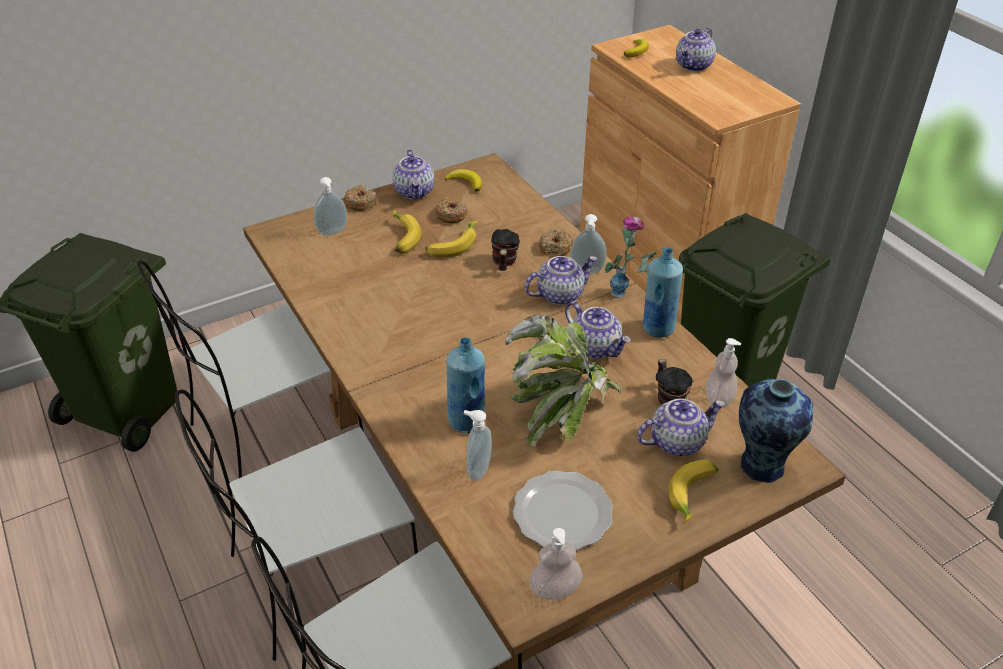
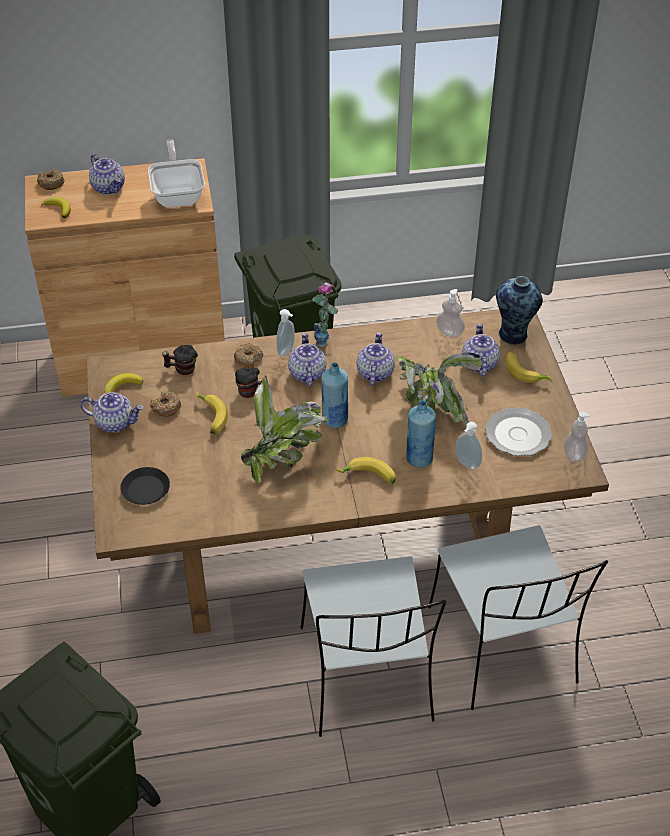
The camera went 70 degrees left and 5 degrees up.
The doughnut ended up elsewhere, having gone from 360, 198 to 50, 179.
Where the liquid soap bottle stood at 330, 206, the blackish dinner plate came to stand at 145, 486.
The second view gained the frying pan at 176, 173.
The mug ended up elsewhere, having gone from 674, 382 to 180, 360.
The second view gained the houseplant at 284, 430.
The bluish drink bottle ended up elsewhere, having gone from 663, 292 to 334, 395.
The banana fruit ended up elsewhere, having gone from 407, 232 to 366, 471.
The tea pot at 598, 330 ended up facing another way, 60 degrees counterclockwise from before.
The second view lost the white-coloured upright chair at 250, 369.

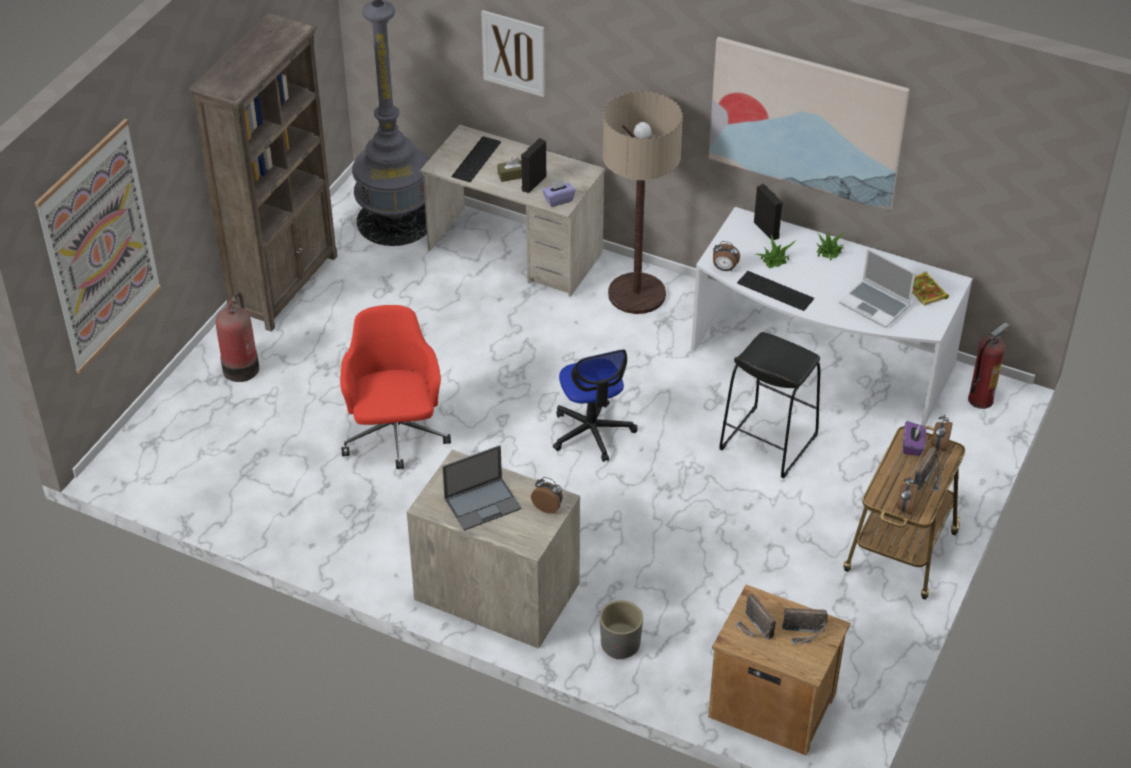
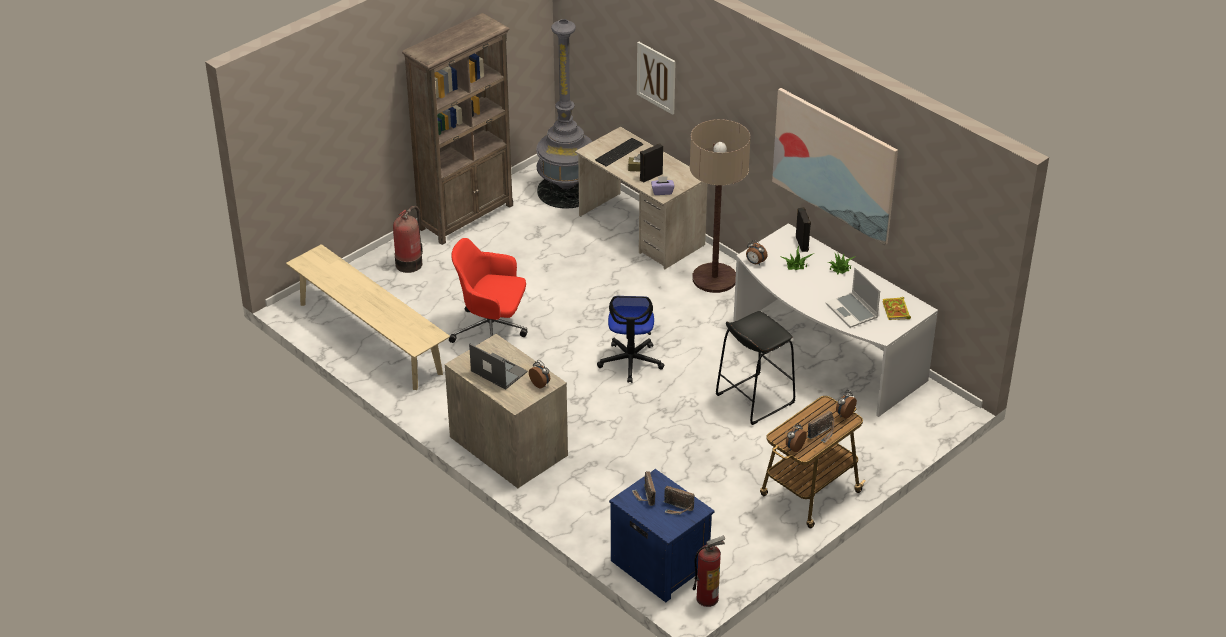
The camera went 20 degrees right and 5 degrees down.
The second view gained the sand-coloured long seat at 368, 317.
The red office chair at 395, 387 ended up facing another way, 90 degrees counterclockwise from before.
The portable computer at 481, 488 ended up facing another way, 135 degrees counterclockwise from before.
What was the brown night table at 779, 670 turned into the bluish night table at 662, 535.
The fire-fighting cylinder ended up elsewhere, having gone from 988, 365 to 709, 571.
The second view lost the wall art at 98, 246.
The second view lost the greyish planter at 621, 630.
The second view lost the computer keyboard at 775, 291.
The second view lost the purplish tissue holder at 914, 438.

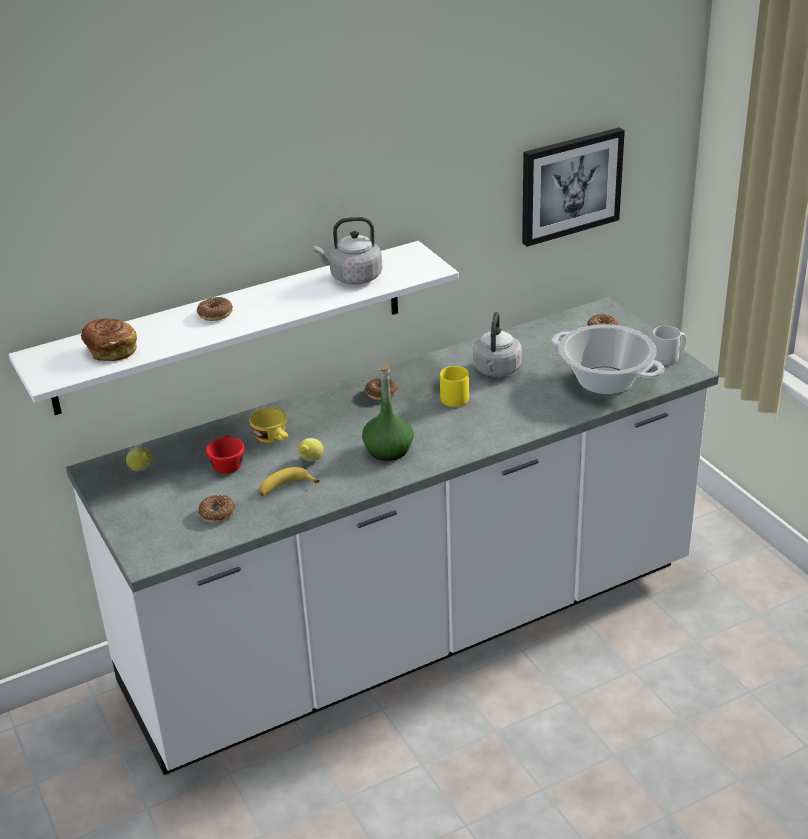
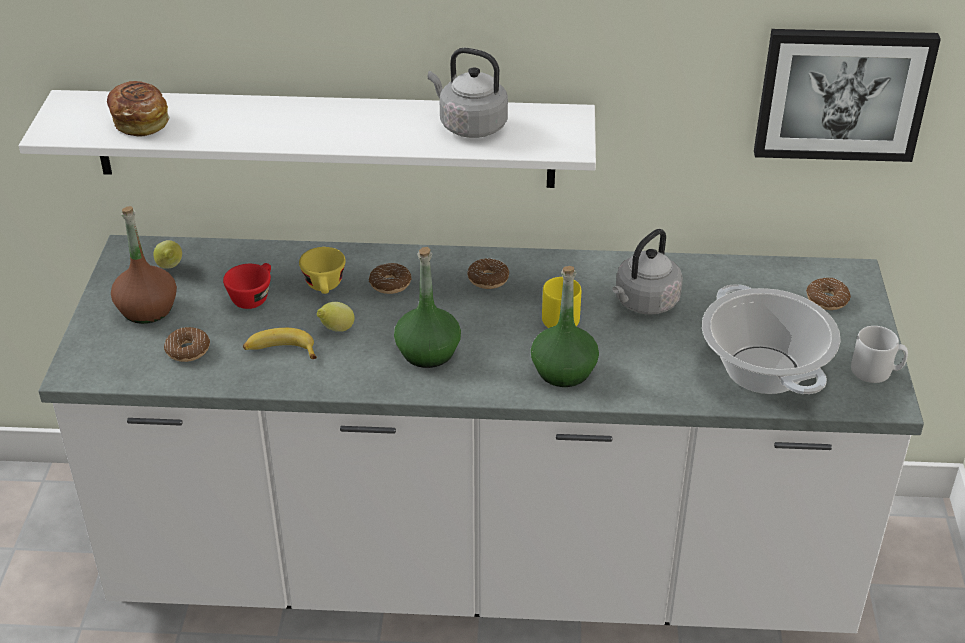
The camera went 30 degrees right and 5 degrees up.
The second view gained the brown drink bottle at 144, 265.
The doughnut ended up elsewhere, having gone from 215, 309 to 390, 278.
The second view gained the greenish drink bottle at 565, 326.

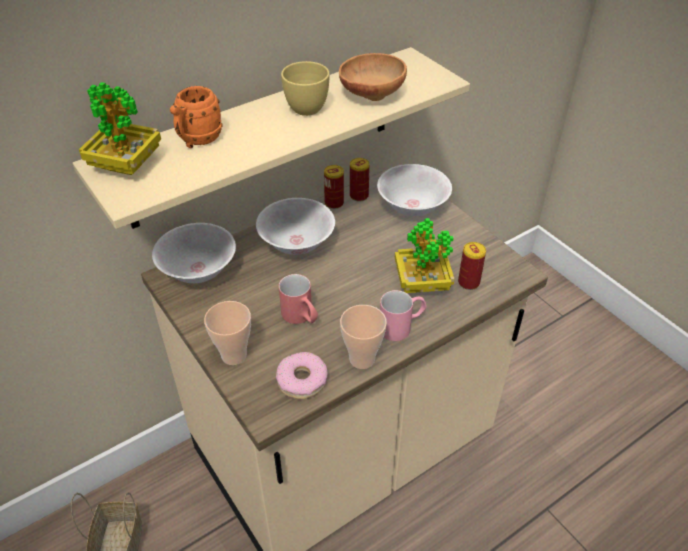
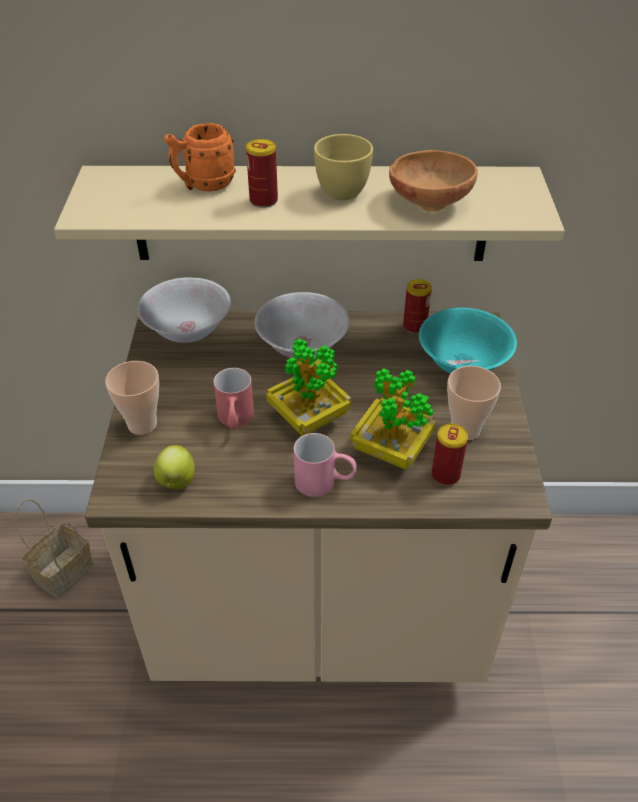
The camera went 35 degrees right and 0 degrees up.
Where the doughnut stood at 302, 375, the whole apple came to stand at 174, 467.
The can ended up elsewhere, having gone from 334, 187 to 262, 173.
The houseplant ended up elsewhere, having gone from 120, 128 to 308, 387.
What was the white-coloured serving bowl at 414, 190 turned into the turquoise-coloured serving bowl at 468, 341.
The cup ended up elsewhere, having gone from 363, 337 to 474, 403.

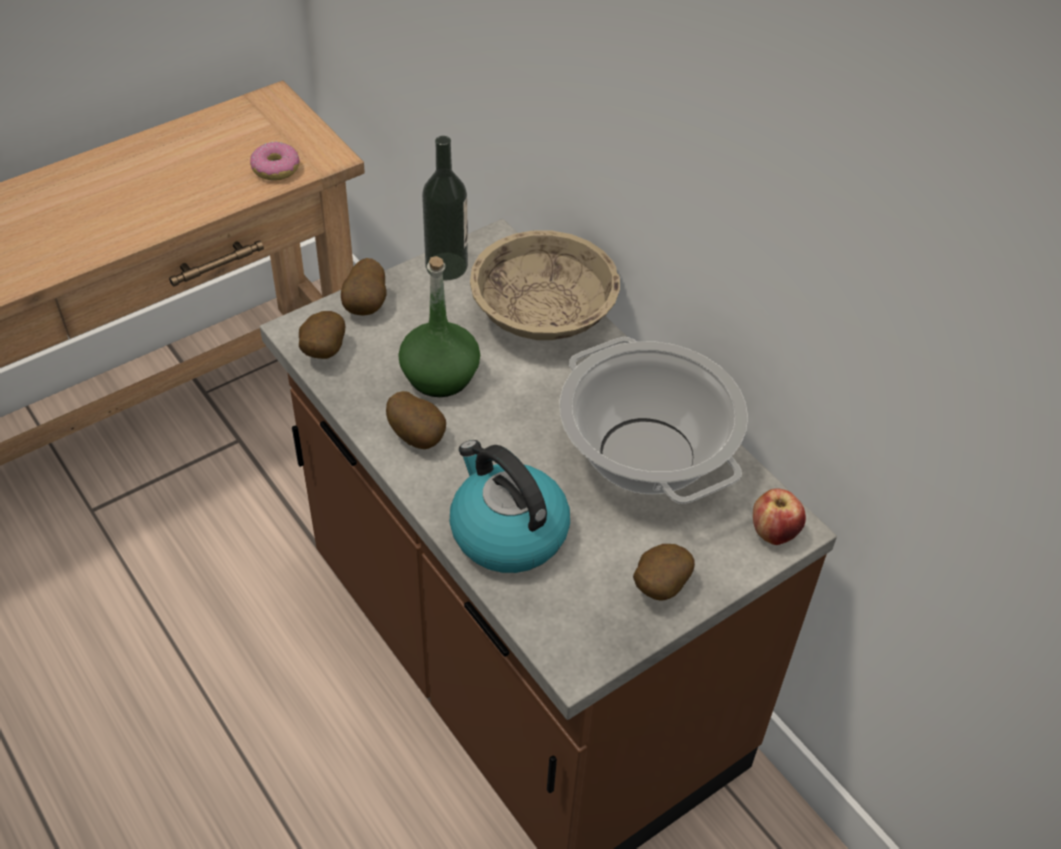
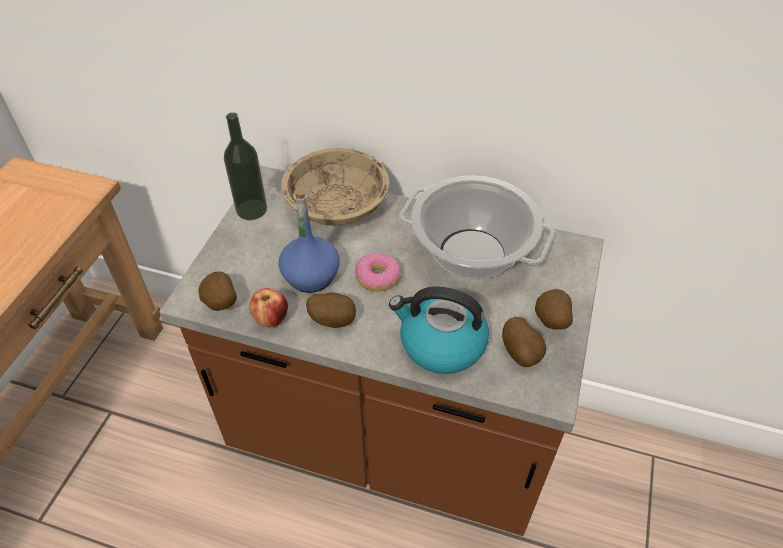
The camera went 35 degrees left and 0 degrees up.
The whole apple ended up elsewhere, having gone from 779, 517 to 268, 307.
What was the greenish drink bottle at 439, 326 turned into the bluish drink bottle at 309, 240.
The doughnut ended up elsewhere, having gone from 275, 161 to 378, 272.
The whole potato ended up elsewhere, having gone from 363, 287 to 524, 342.

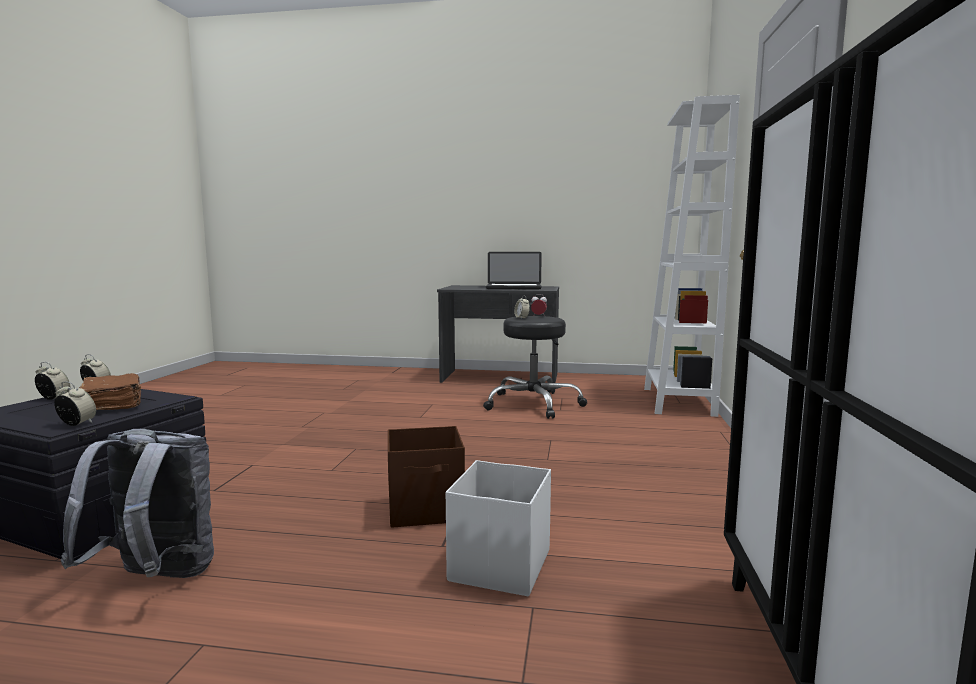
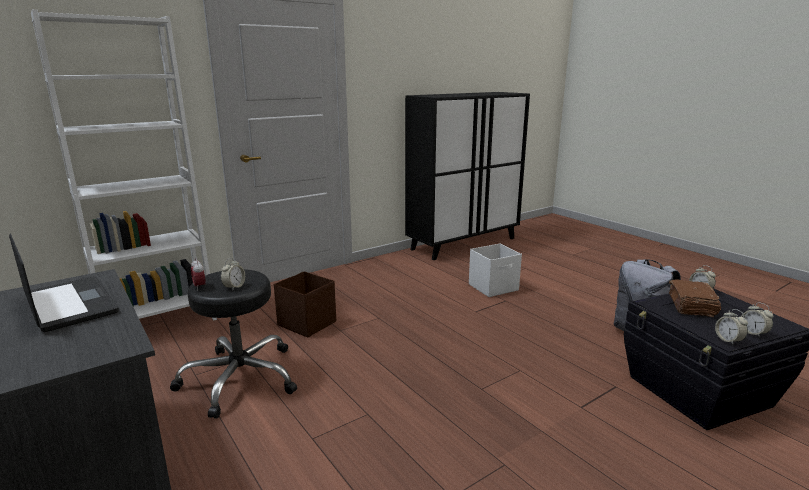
The camera went 135 degrees left and 10 degrees up.
The brown storage box ended up elsewhere, having gone from 426, 477 to 305, 304.

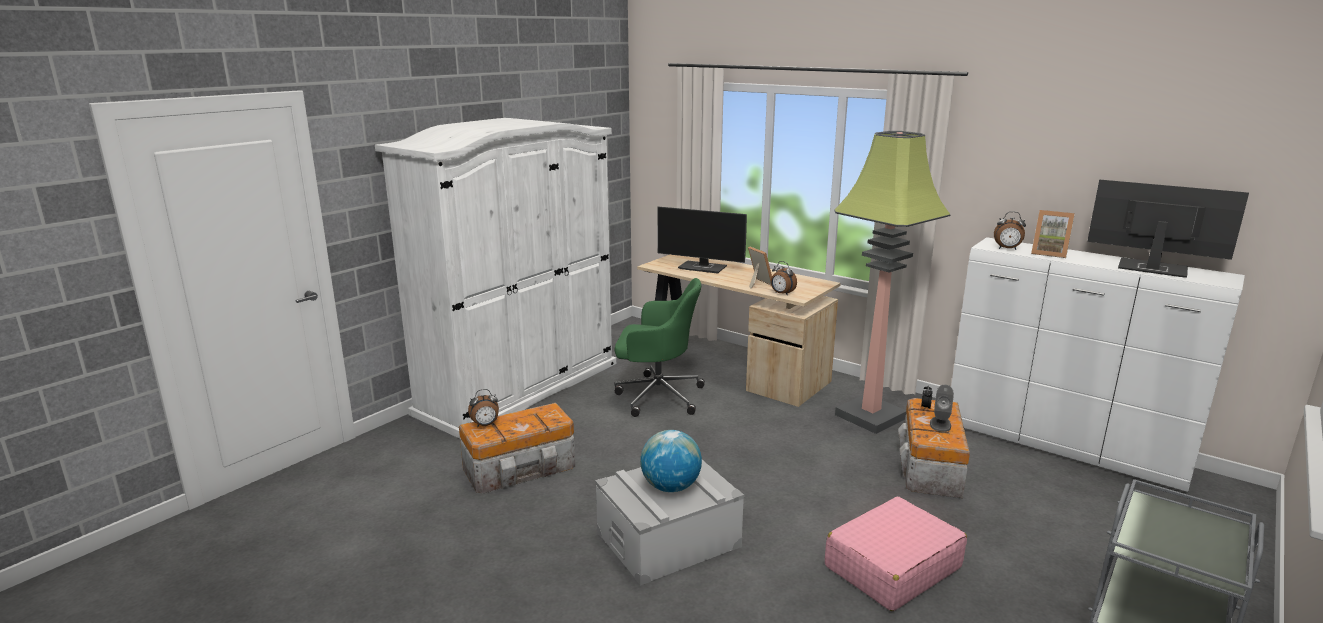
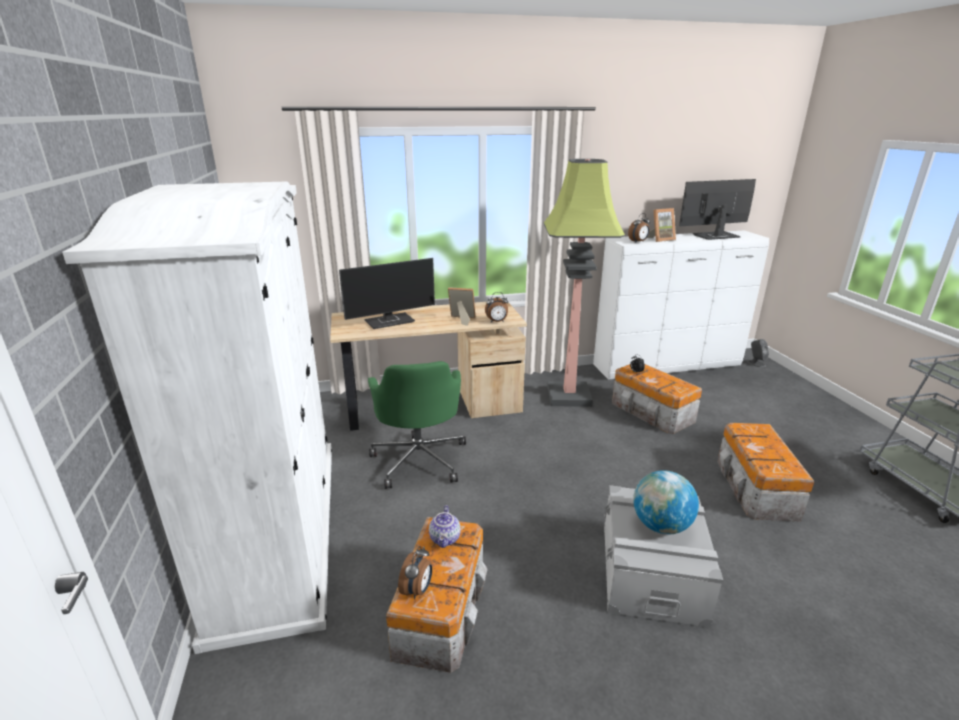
The camera went 50 degrees left and 5 degrees up.
The greenish office chair at 659, 347 ended up facing another way, 120 degrees clockwise from before.
The second view gained the tea pot at 445, 526.
Where the pink-coloured travel case stood at 896, 554, the storage box came to stand at 765, 472.
The greyish audio speaker ended up elsewhere, having gone from 942, 408 to 758, 353.

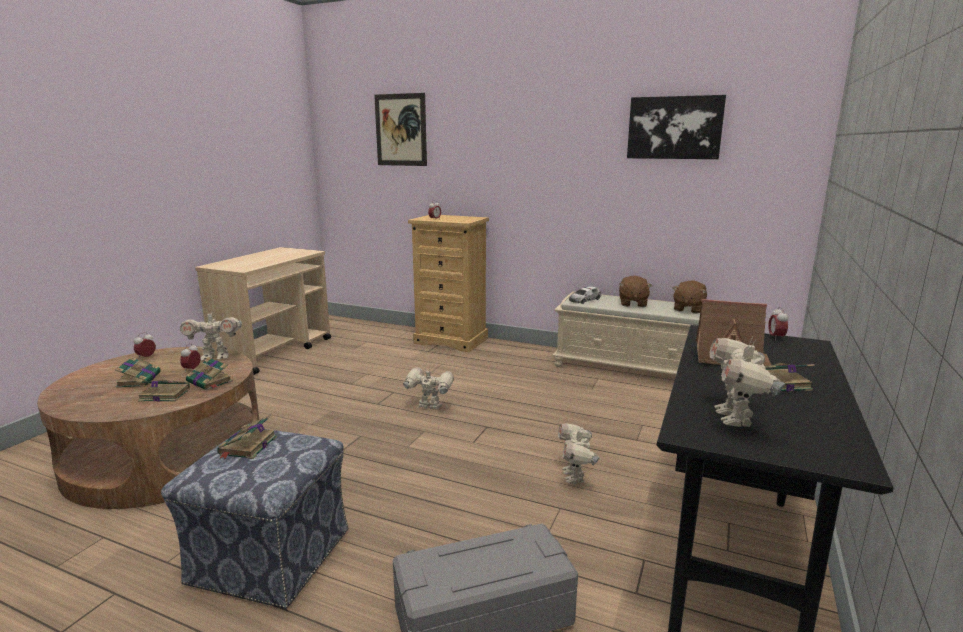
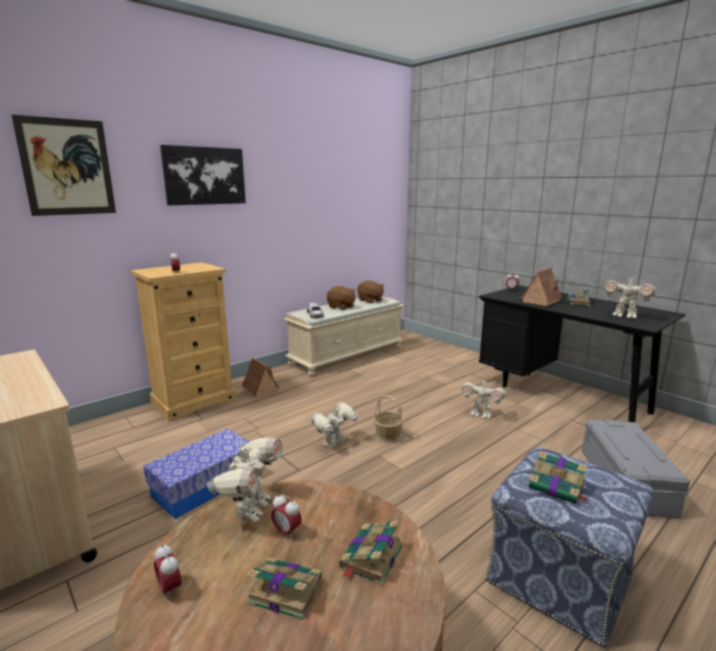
The camera went 65 degrees left and 0 degrees up.
The second view gained the storage box at 196, 474.
The wall art ended up elsewhere, having gone from 676, 127 to 203, 175.
The second view gained the toy house at 260, 377.
The second view gained the household basket at 389, 419.
The second view lost the volume at 209, 373.

